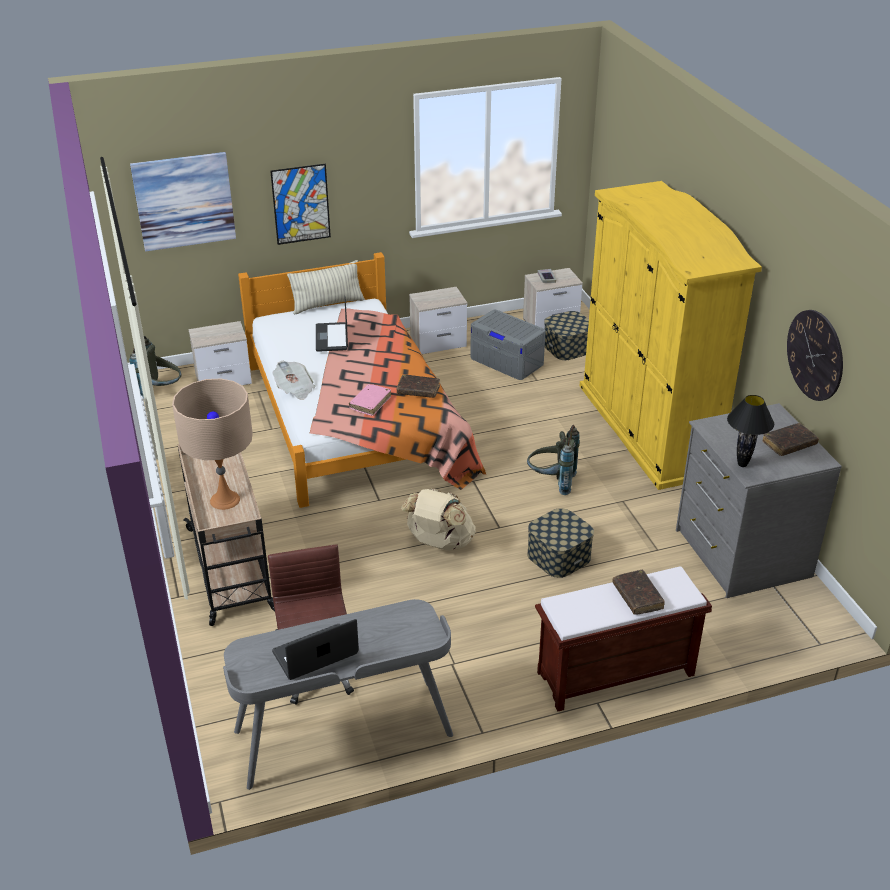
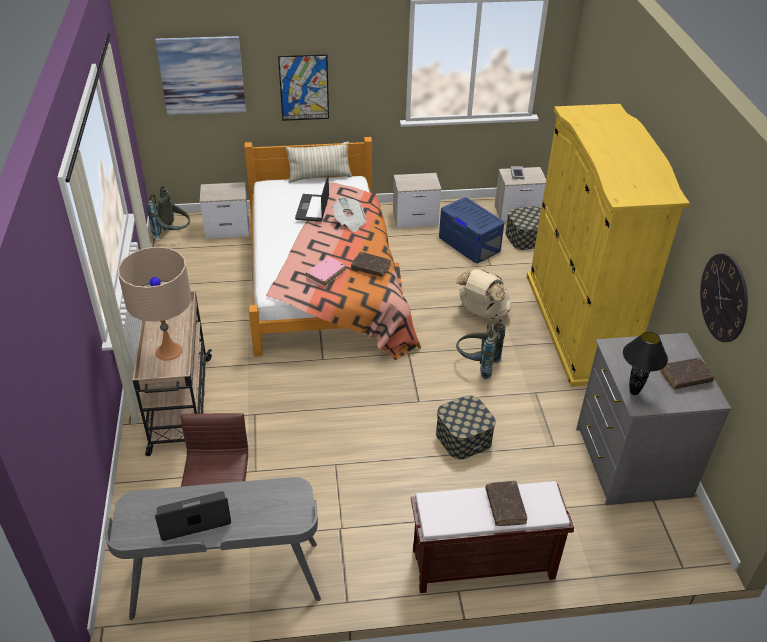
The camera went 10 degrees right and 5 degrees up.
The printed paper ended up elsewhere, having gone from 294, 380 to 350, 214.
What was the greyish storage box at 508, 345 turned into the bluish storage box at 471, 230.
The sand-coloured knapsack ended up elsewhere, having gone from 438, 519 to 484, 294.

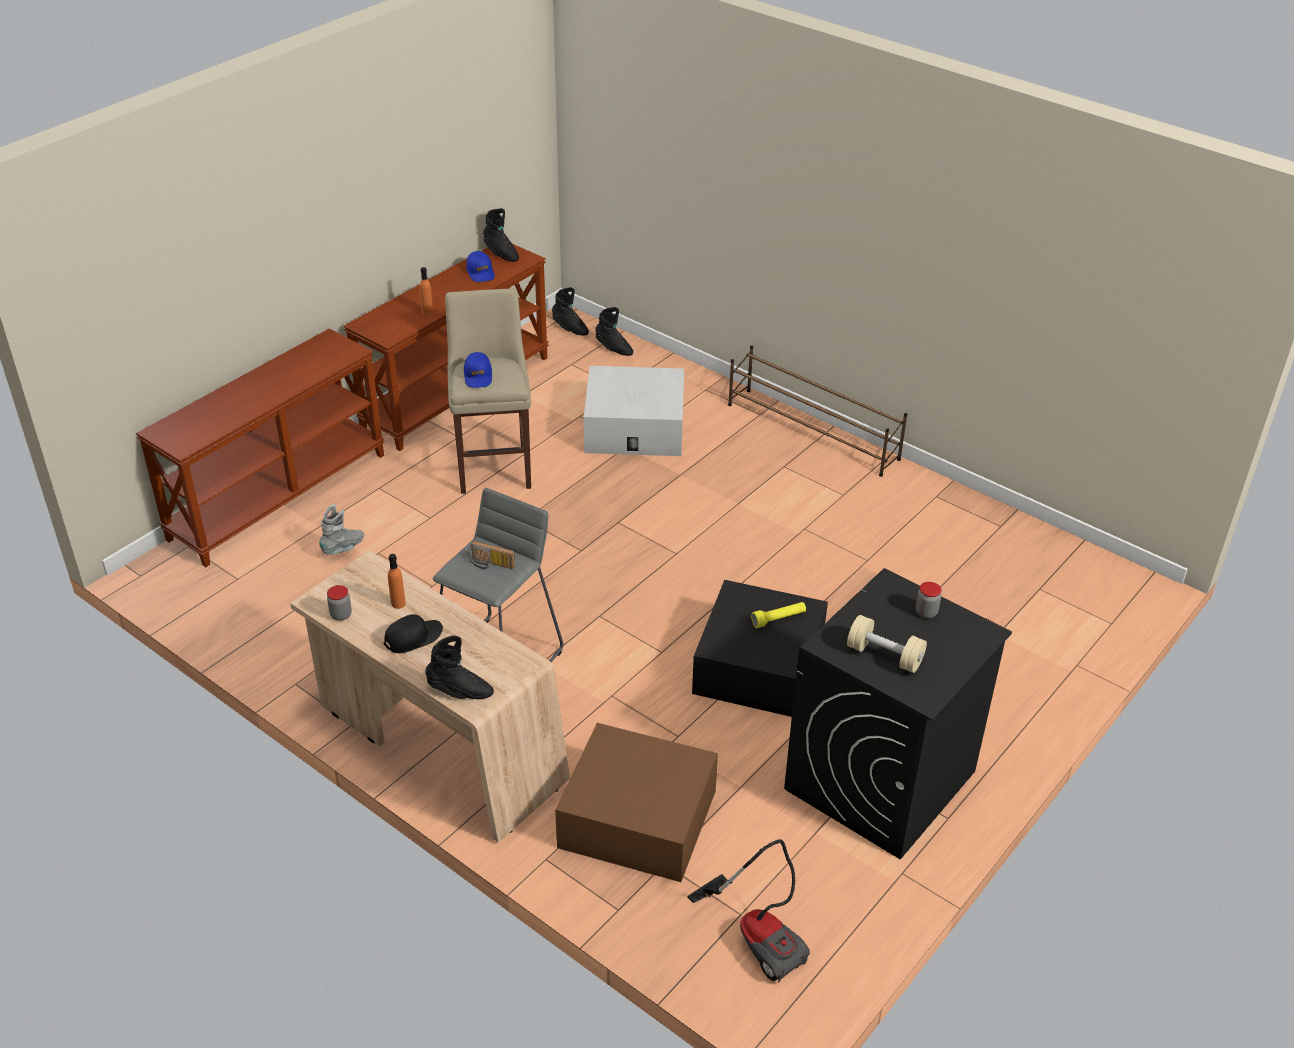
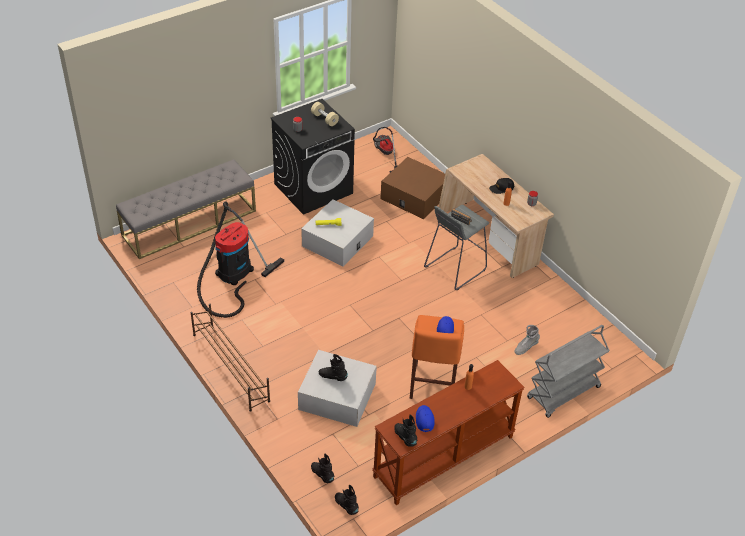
The camera went 165 degrees left and 5 degrees up.
The second view gained the greyish long seat at 186, 209.
The second view gained the vacuum cleaner at 240, 259.
What was the blackish storage box at 760, 648 turned into the white-coloured storage box at 337, 233.
The blackish tall boot ended up elsewhere, having gone from 459, 667 to 333, 367.
What was the sand-coloured sitting stool at 488, 391 turned into the orange sitting stool at 437, 357.
Where the brown hall table stood at 260, 448, the greyish trolley came to stand at 568, 371.

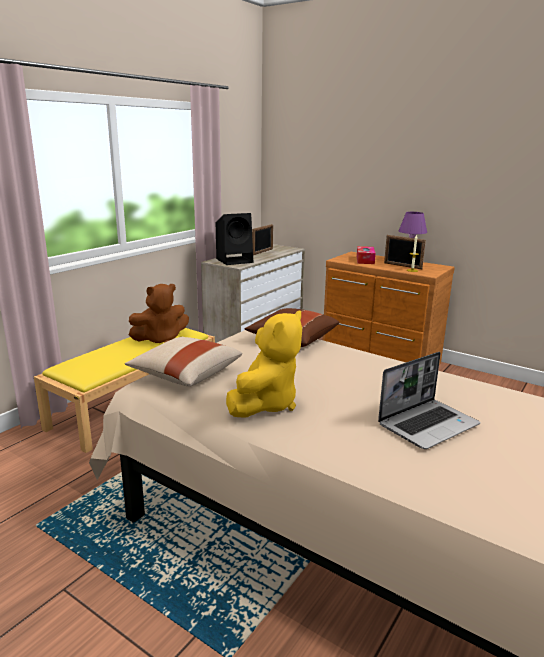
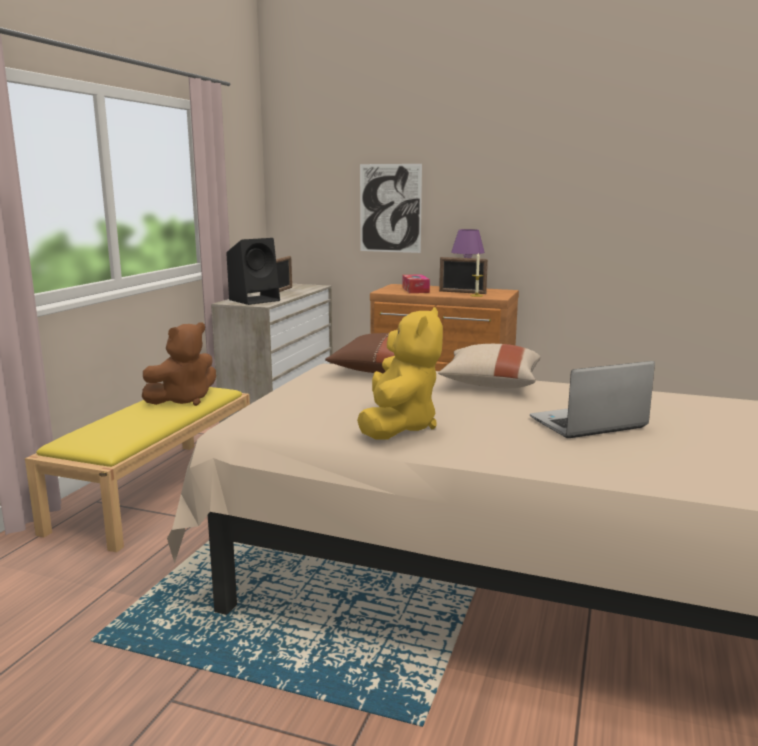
The camera went 15 degrees left and 5 degrees down.
The second view gained the wall art at 391, 208.
The sand-coloured cushion ended up elsewhere, having gone from 183, 362 to 489, 366.
The portable computer at 429, 400 ended up facing another way, 150 degrees counterclockwise from before.

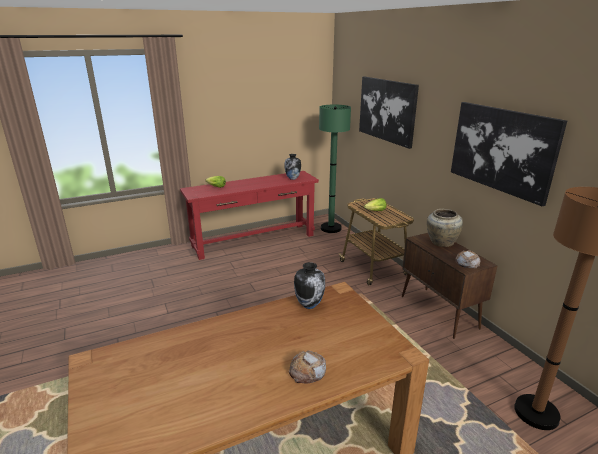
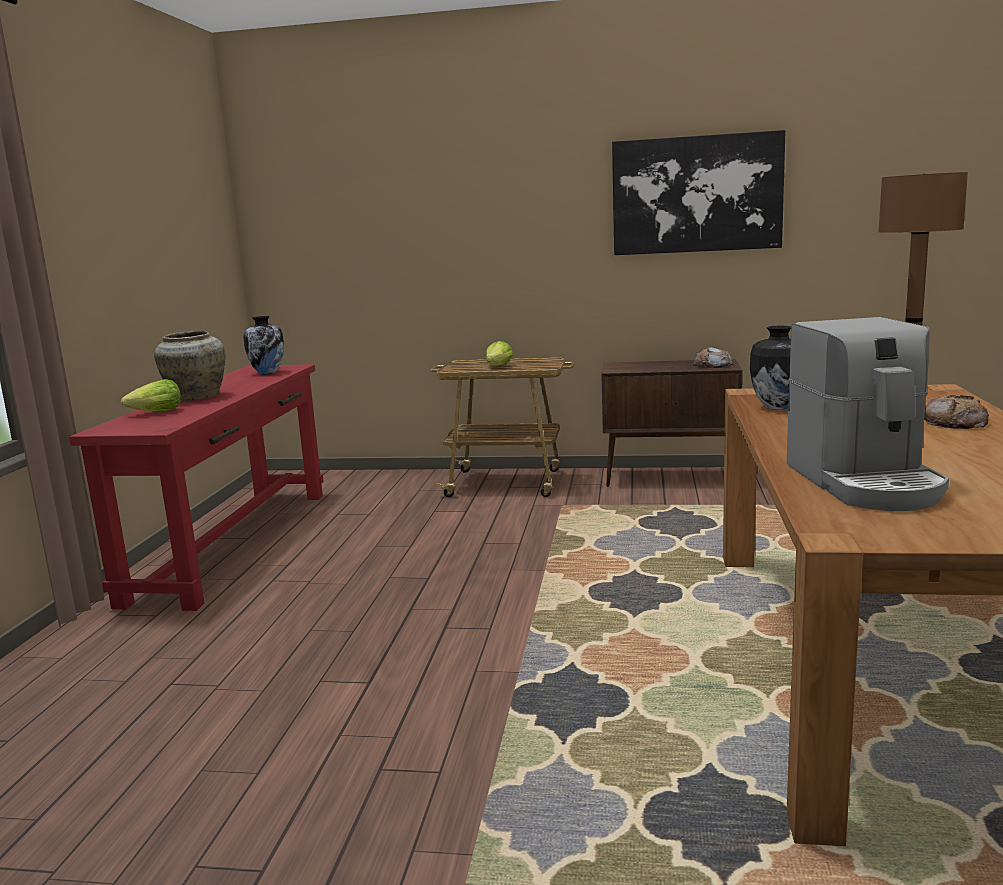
The camera went 55 degrees left and 10 degrees down.
The sand-coloured decorative vase ended up elsewhere, having gone from 445, 228 to 190, 366.
The second view gained the coffee brewer at 868, 414.
The second view lost the greenish standard lamp at 335, 169.
The second view lost the wall art at 389, 112.

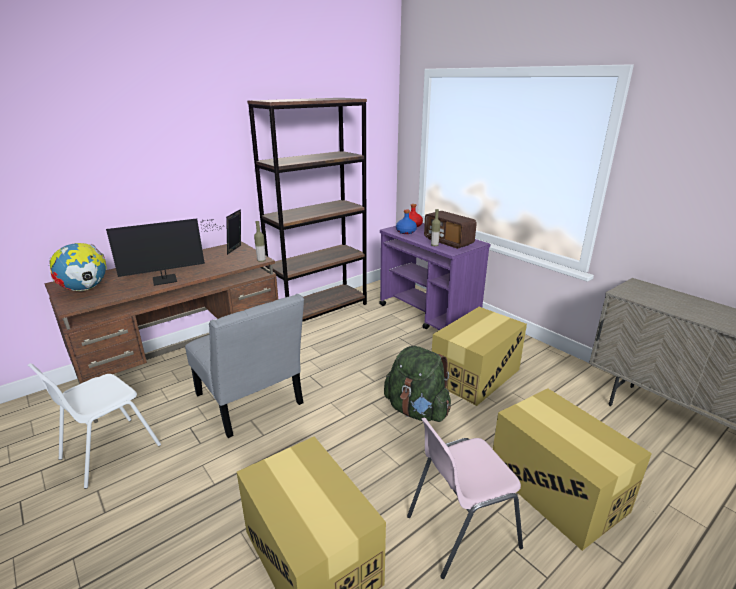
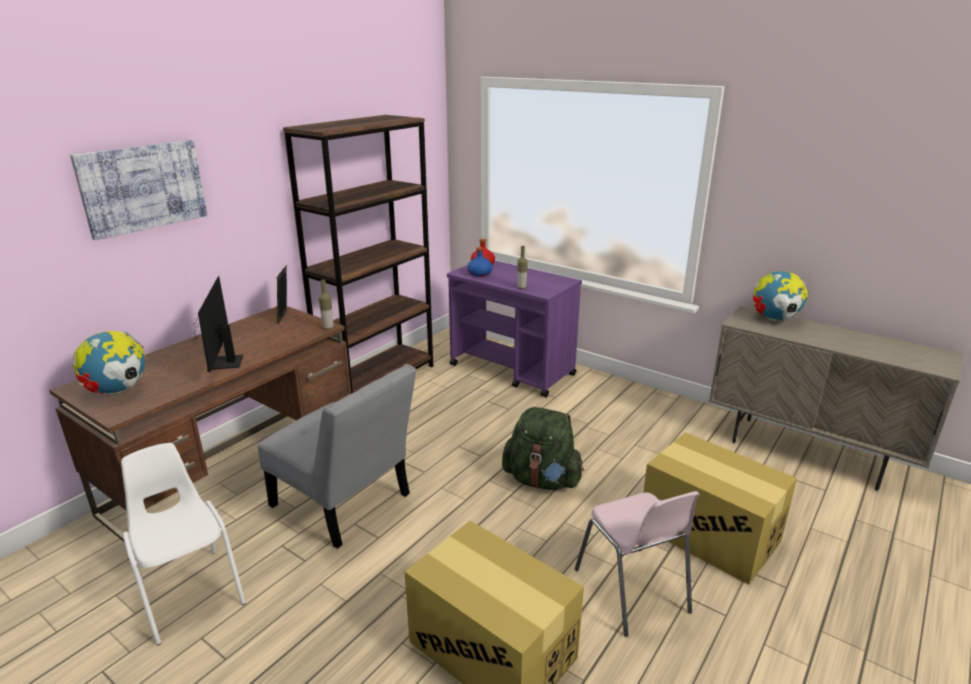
The camera went 15 degrees left and 0 degrees up.
The second view gained the wall art at 138, 190.
The white-coloured upright chair at 94, 426 ended up facing another way, 120 degrees clockwise from before.
The monitor at 164, 252 ended up facing another way, 120 degrees clockwise from before.
The pink-coloured upright chair at 465, 498 ended up facing another way, 75 degrees counterclockwise from before.
The second view gained the world globe at 780, 296.
The second view lost the radio at 450, 230.
The second view lost the cardboard box at 479, 356.

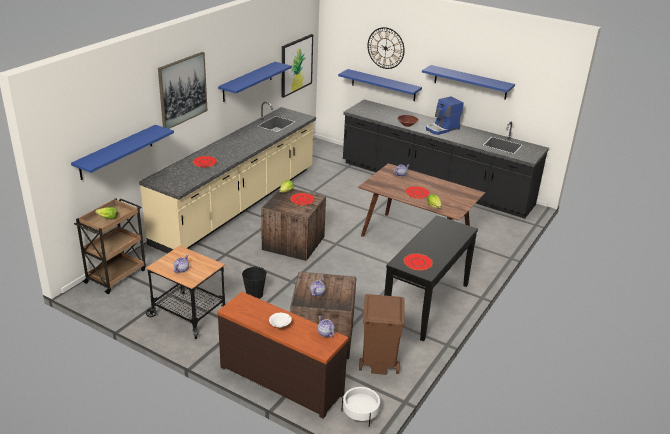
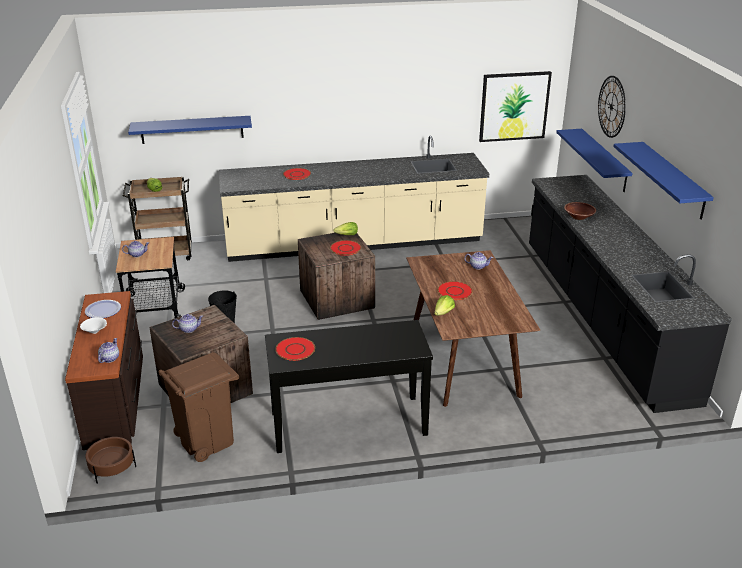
The camera went 50 degrees right and 0 degrees up.
The second view gained the dinner plate at 103, 309.
What was the white-coloured planter at 360, 407 turned into the brown planter at 110, 460.
The second view lost the wall art at 183, 90.
The second view lost the bluish bracket shelf at 255, 82.
The second view lost the coffee brewer at 445, 115.

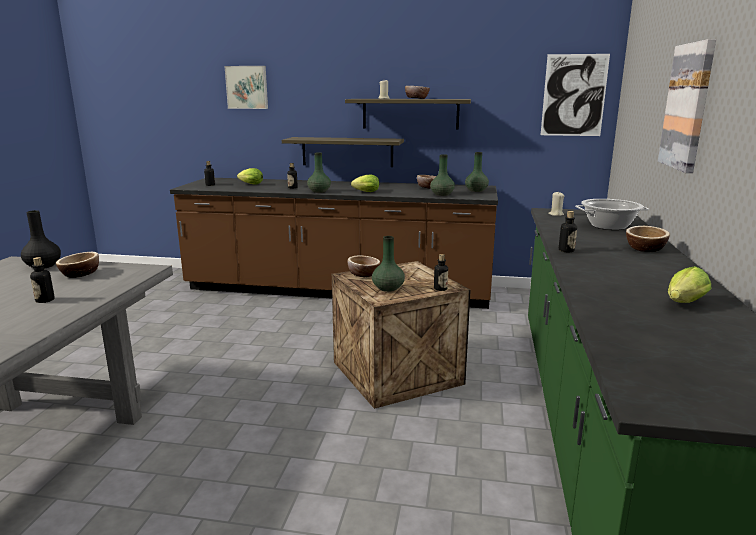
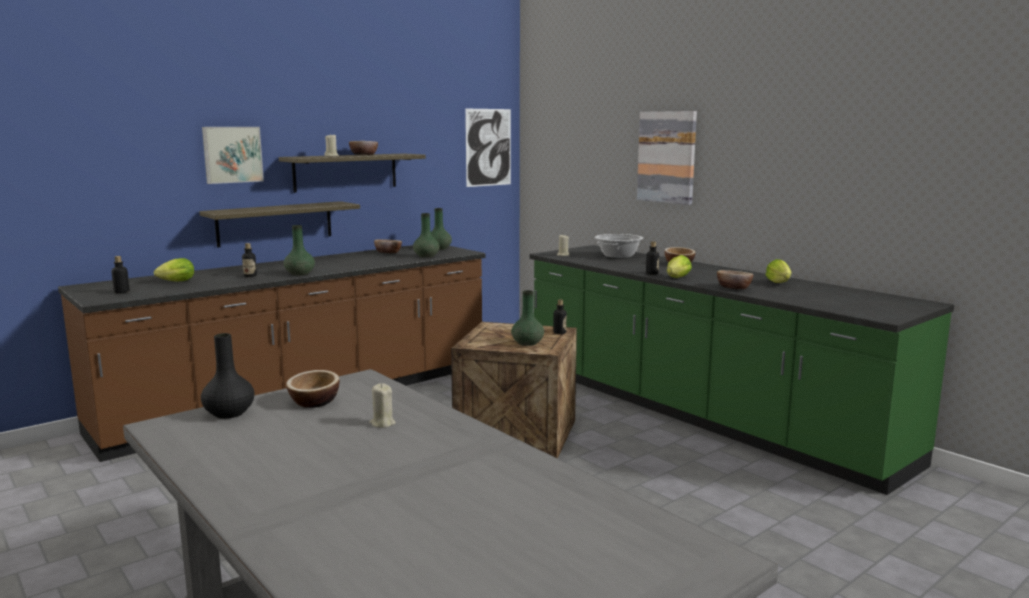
The camera went 50 degrees left and 5 degrees down.
The wall art ended up elsewhere, having gone from 246, 87 to 233, 155.
Where the drink bottle stood at 42, 280, the sand-coloured wax light came to stand at 382, 405.
The lettuce head ended up elsewhere, having gone from 365, 183 to 679, 266.
The serving bowl ended up elsewhere, having gone from 364, 266 to 735, 279.

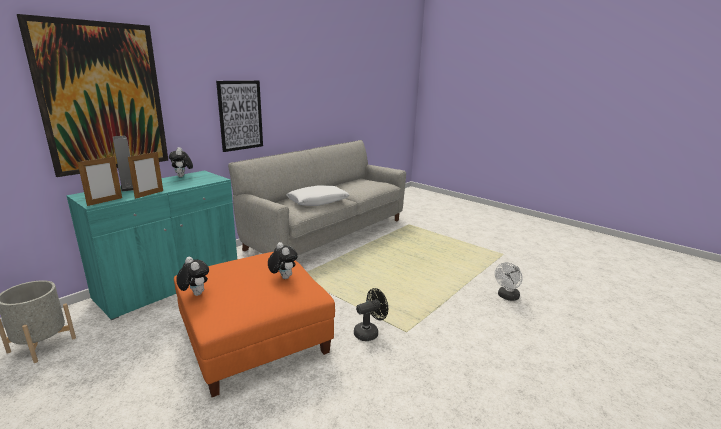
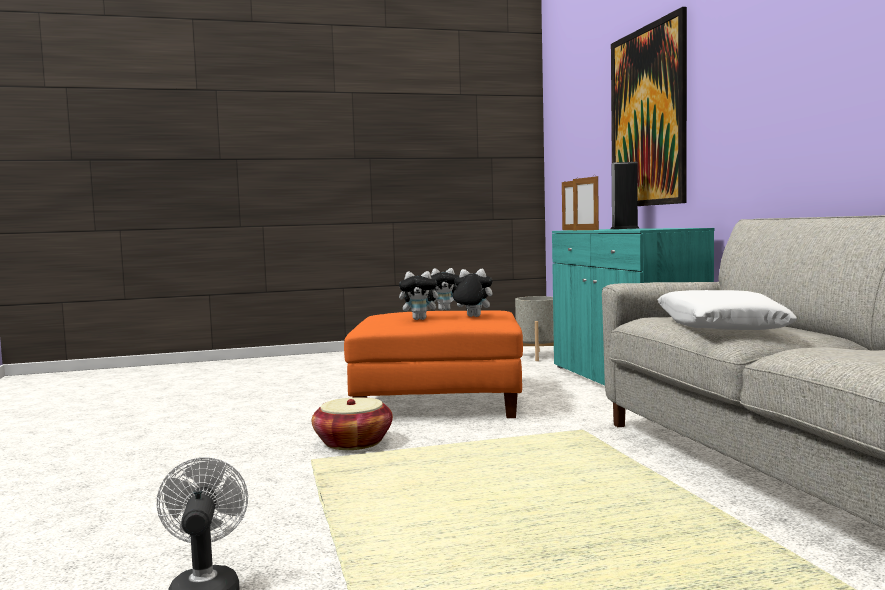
The camera went 125 degrees right and 15 degrees down.
Where the blackish fan stood at 371, 314, the household basket came to stand at 352, 423.
The cuddly toy ended up elsewhere, having gone from 181, 162 to 471, 293.
The second view lost the wall art at 239, 116.

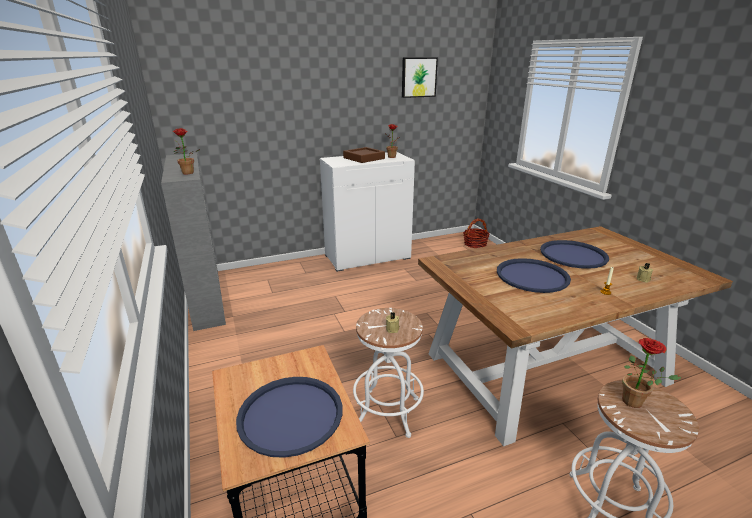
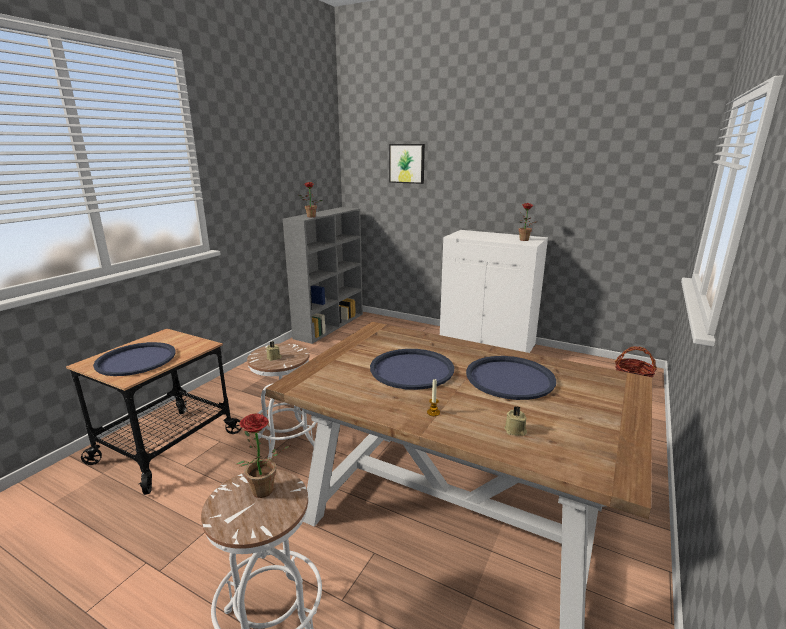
The camera went 50 degrees right and 5 degrees down.
The wall art ended up elsewhere, having gone from 420, 77 to 407, 164.
The second view lost the brown tray at 364, 155.

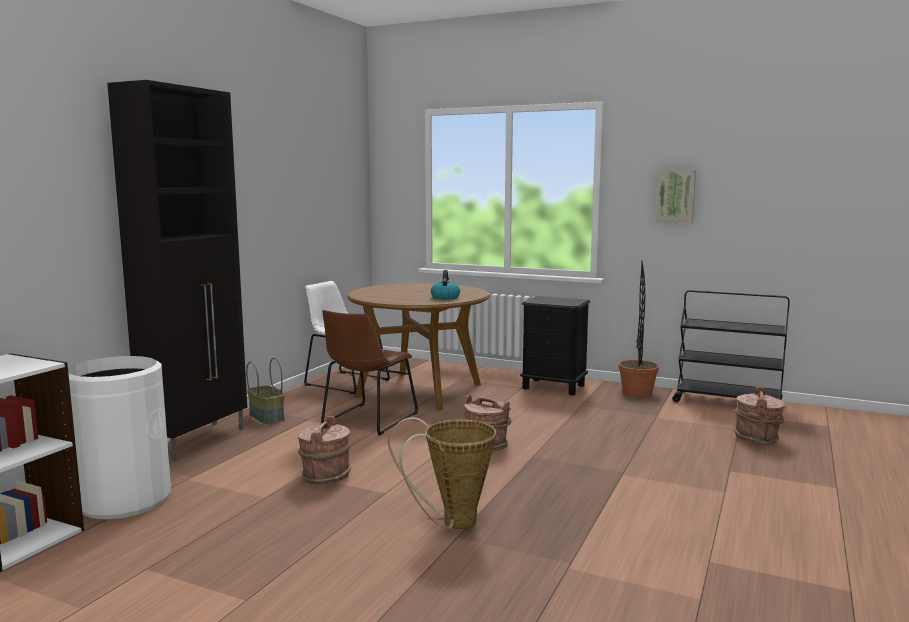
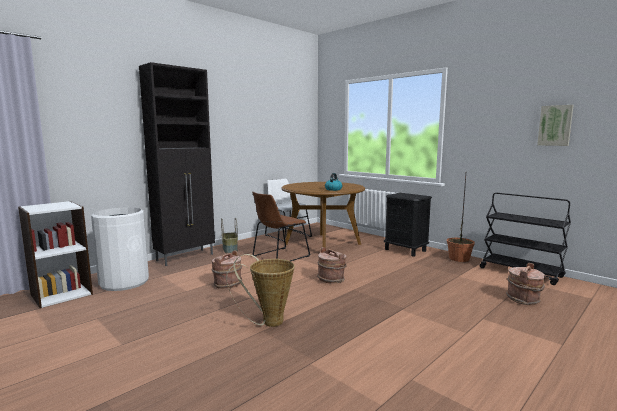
The camera went 20 degrees right and 0 degrees up.
The wall art ended up elsewhere, having gone from 676, 196 to 555, 125.

